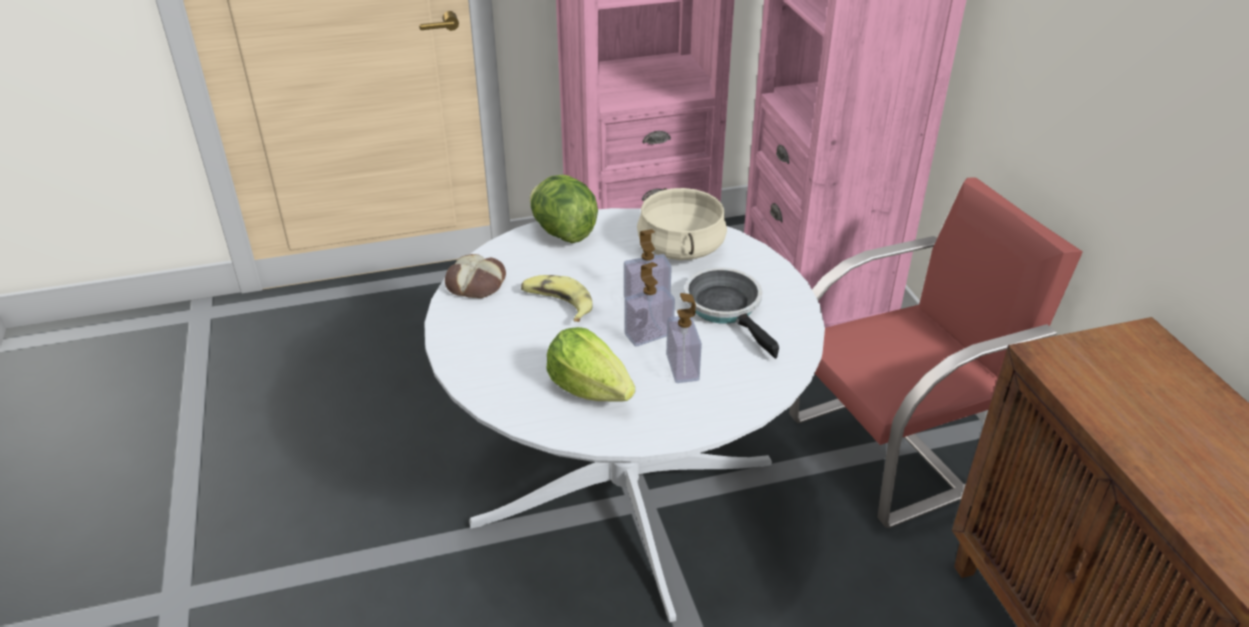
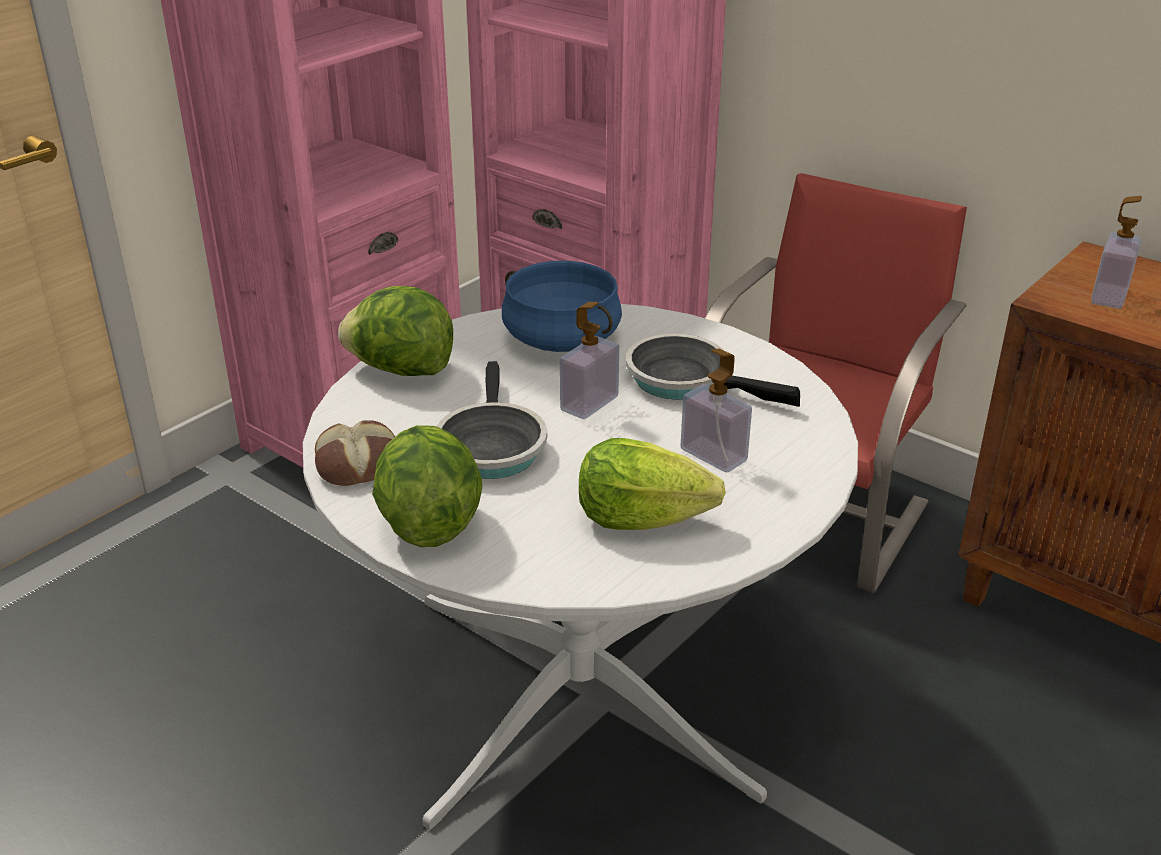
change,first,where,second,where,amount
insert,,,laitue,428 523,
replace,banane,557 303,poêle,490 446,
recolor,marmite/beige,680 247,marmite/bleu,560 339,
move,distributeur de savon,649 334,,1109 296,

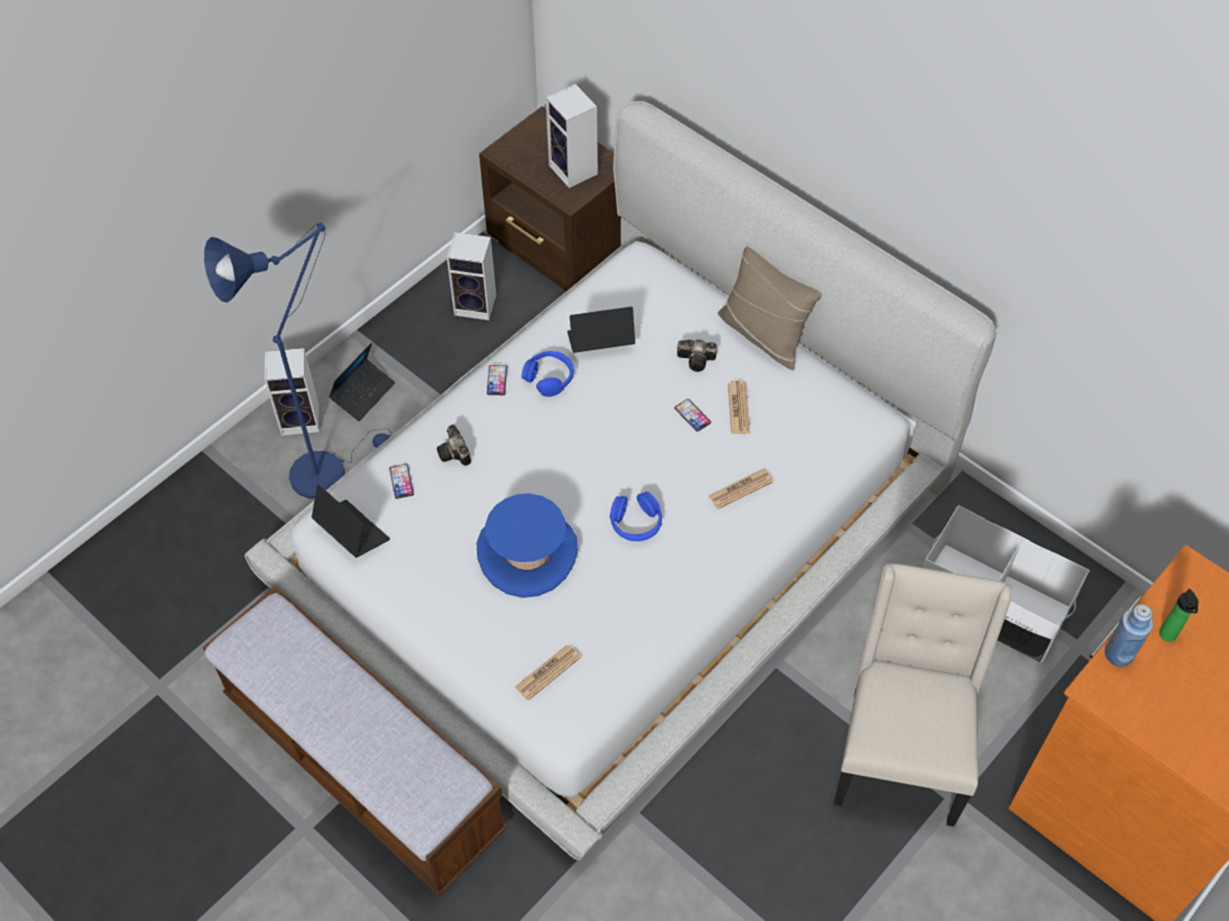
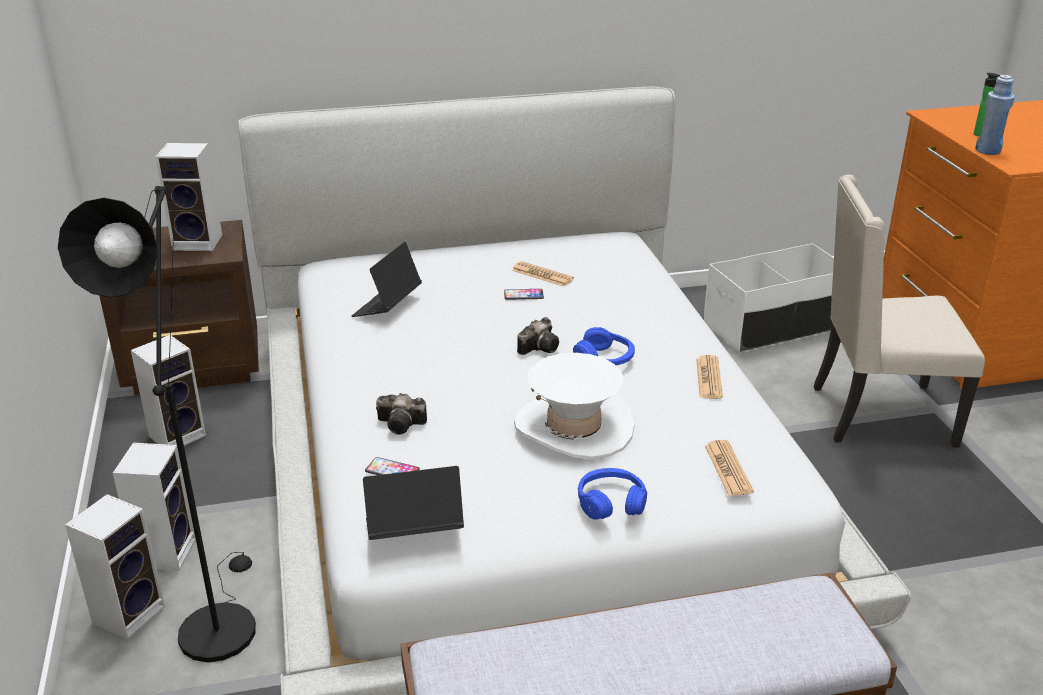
change,first,where,second,where,amount
recolor,lampadaire/bleu,326 468,lampadaire/noir,218 622,
replace,ordinateur portable,363 393,enceinte,166 551,
recolor,chapeau/bleu,527 553,chapeau/blanc,573 427,
move,appareil photo,698 360,,540 347,
move,casque audio/bleu,549 378,,611 503,
move,journal,740 489,,709 378,
rotate,chaise/beige,899 753,,878 415,45 degrees counterclockwise
delete,téléphone,497 380,,,
delete,coussin/beige,764 335,,,

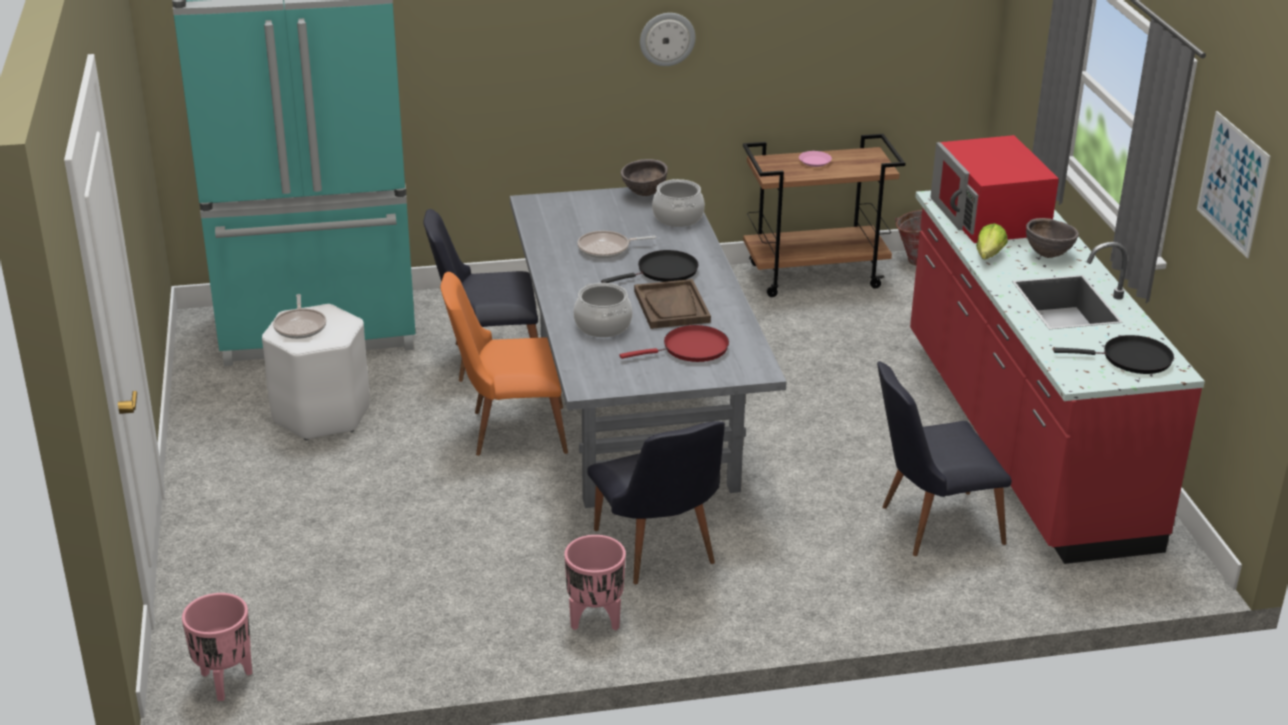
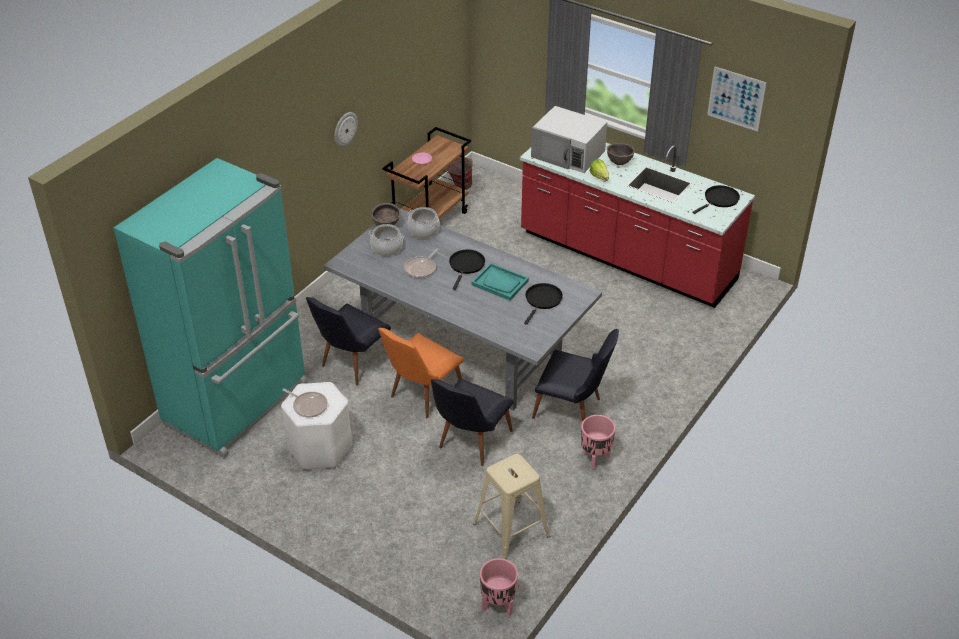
change,first,where,second,where,amount
move,marmite,602 326,,386 248,
move,chaise/noir,929 524,,470 443,
recolor,plateau/marron,672 306,plateau/turquoise,500 283,
insert,,,tabouret/beige,510 529,
recolor,poêle/rouge,691 349,poêle/noir,542 300,
recolor,micro-ondes/rouge,990 216,micro-ondes/blanc,568 154,

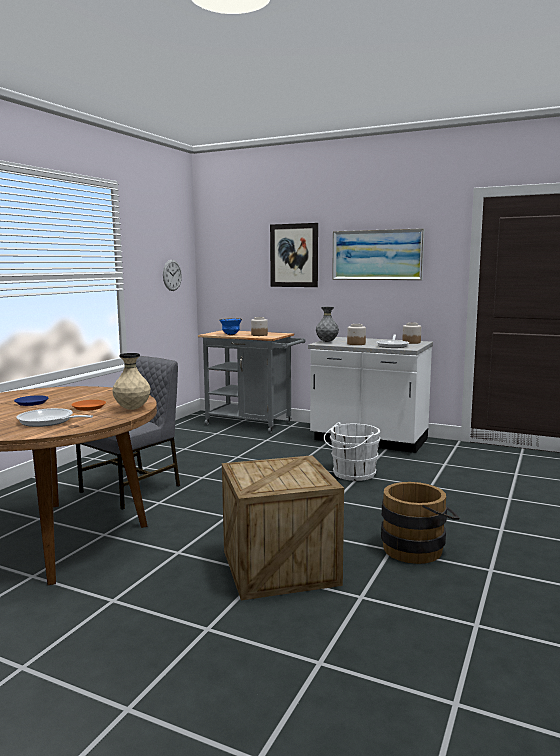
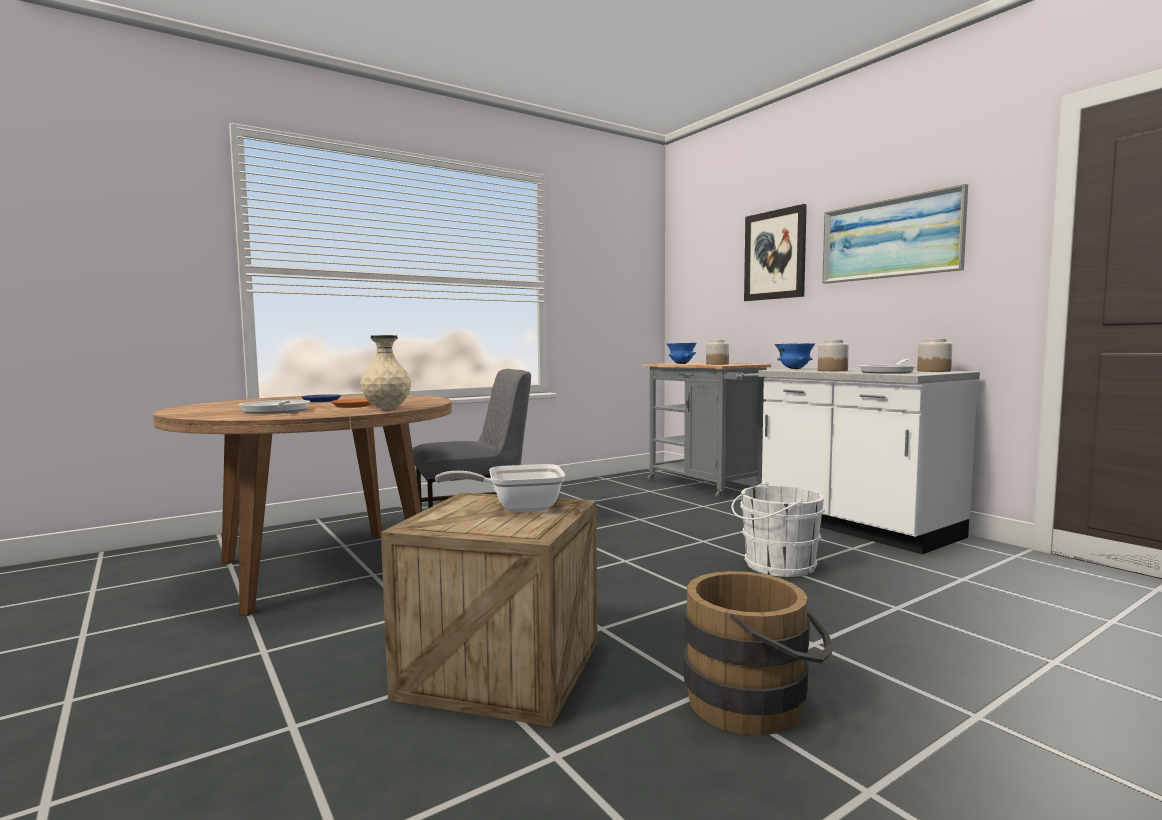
change,first,where,second,where,amount
insert,,,poêle,517 508,
replace,vase/gris,327 341,bol/bleu,794 369,
delete,horloge murale,172 275,,,

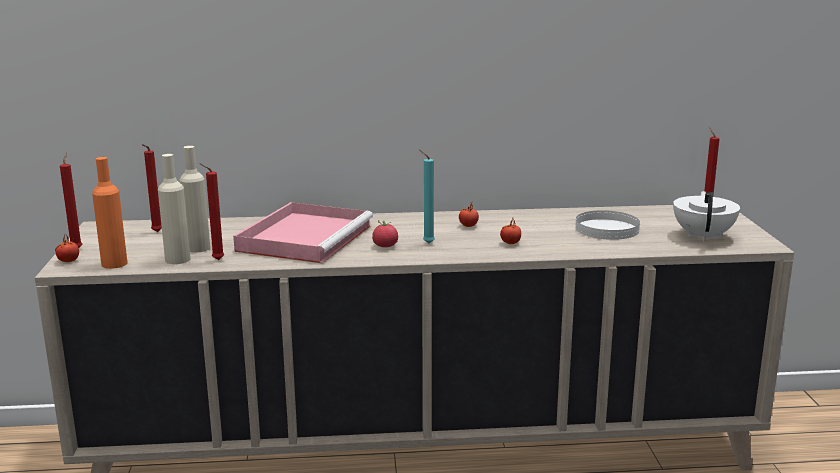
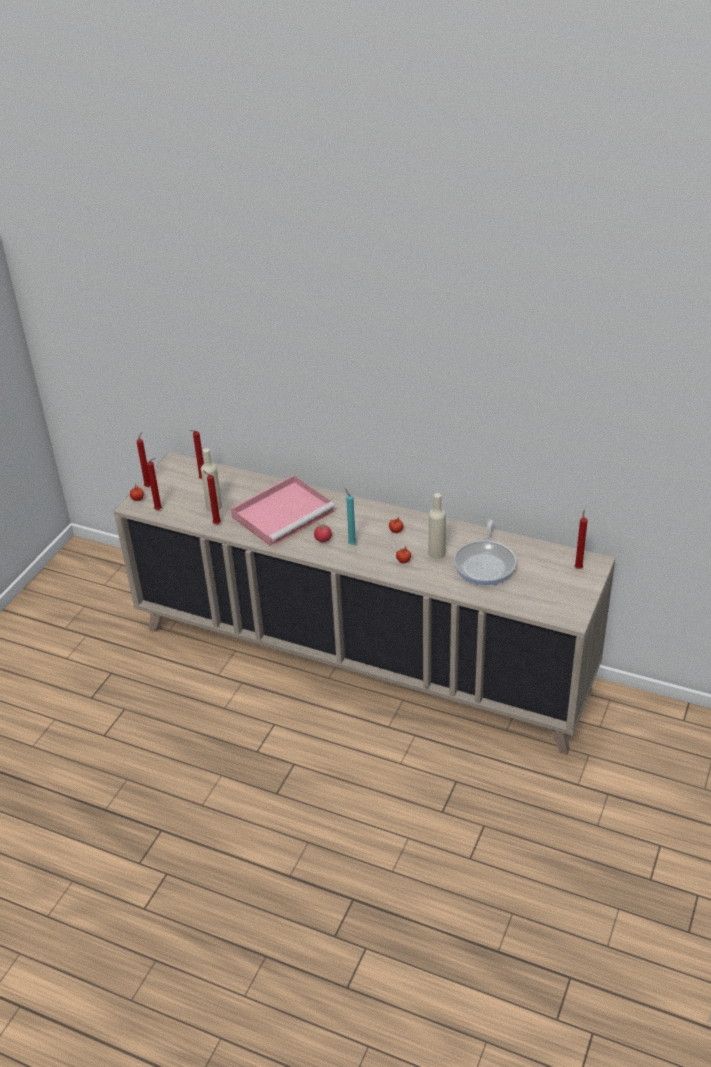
change,first,where,second,where,amount
replace,bouteille/orange,114 264,bougie/rouge,159 510,
move,bouteille/beige,177 259,,436 553,
replace,assiette/blanc,607 229,poêle,485 564,
delete,théière/blanc,703 236,,,

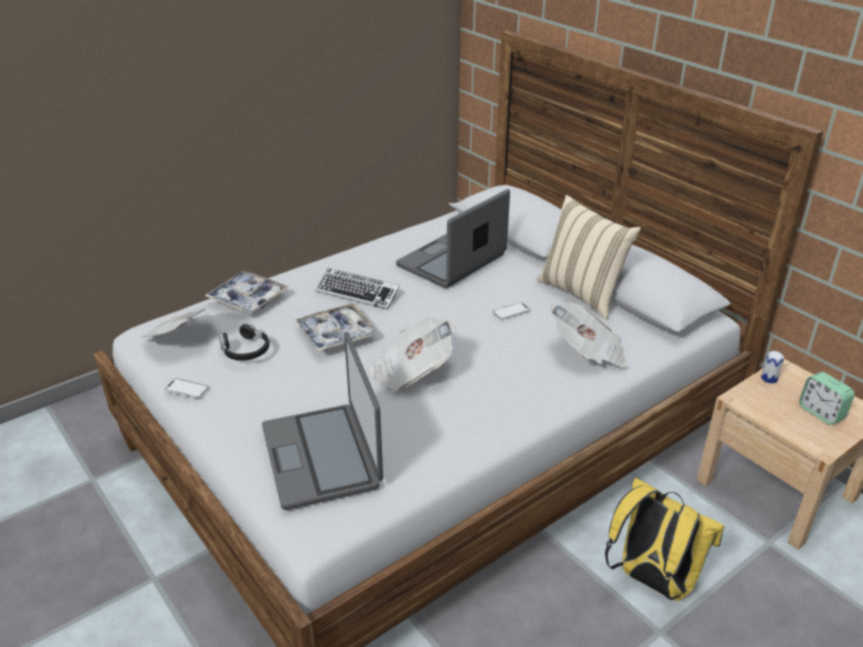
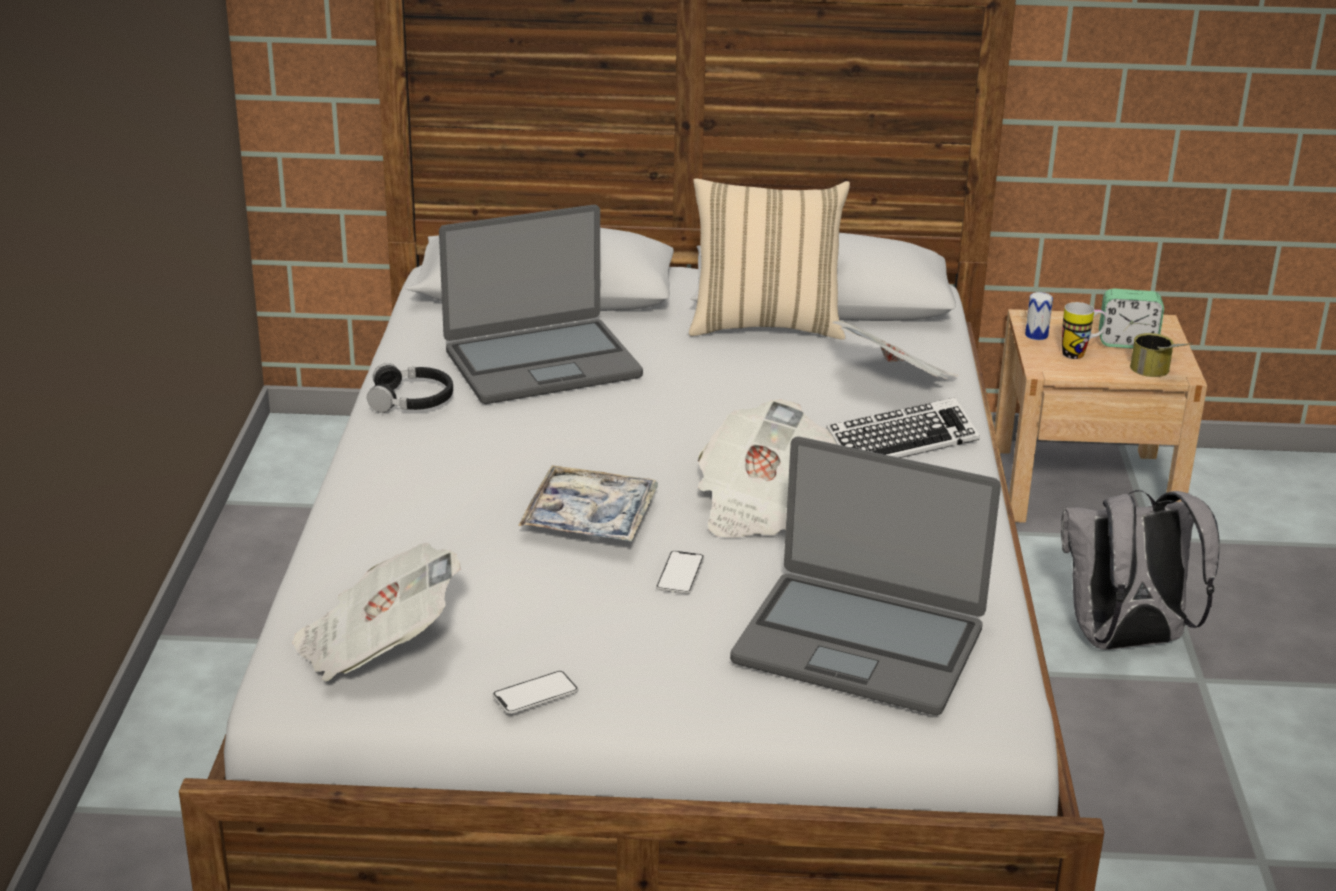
change,first,where,second,where,amount
move,casque audio/noir,245 350,,412 400,
rotate,ordinateur portable,452 261,,541 363,105 degrees counterclockwise
move,téléphone,511 312,,680 574,
move,clavier,357 293,,901 442,
recolor,sac à dos/jaune,651 581,sac à dos/gris,1124 641,
insert,,,mug,1080 354,
insert,,,boîte métallique,1157 373,
delete,plateau,247 298,,,

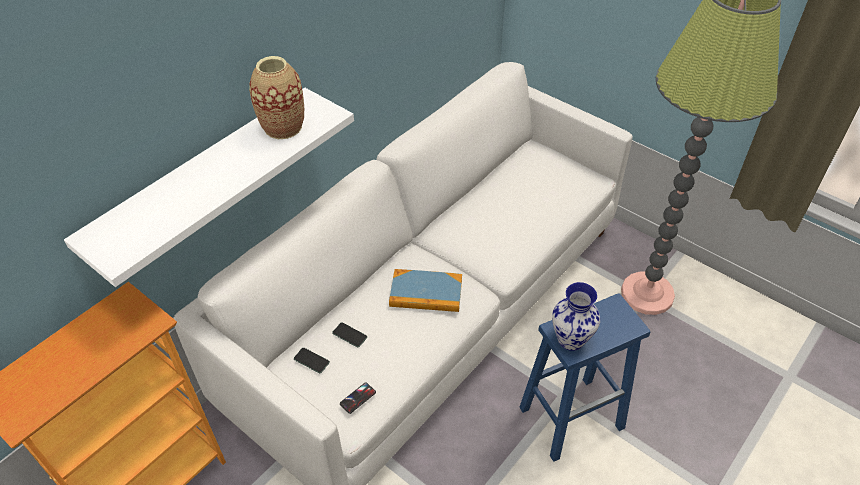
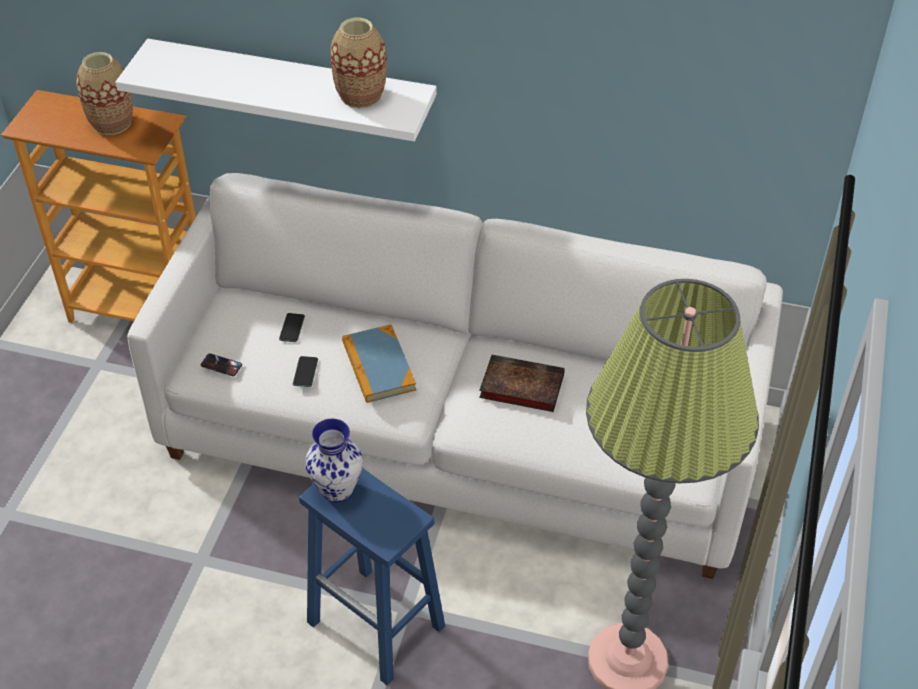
change,first,where,second,where,amount
insert,,,vase,112 123,
move,téléphone,311 360,,305 372,
insert,,,livre,519 387,

